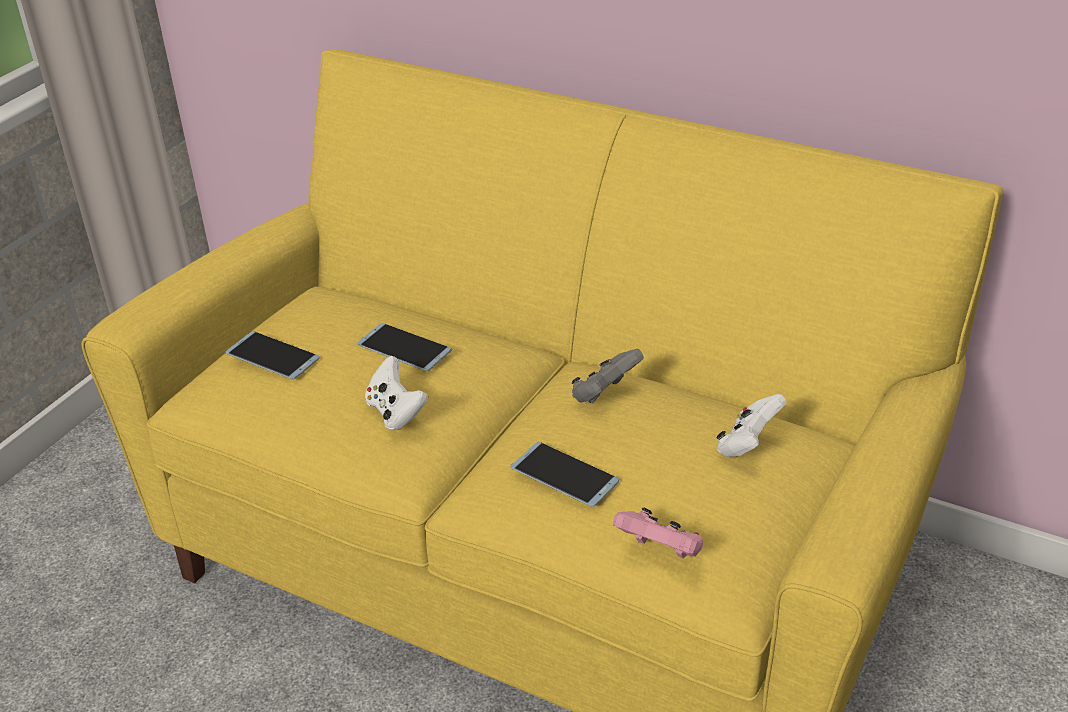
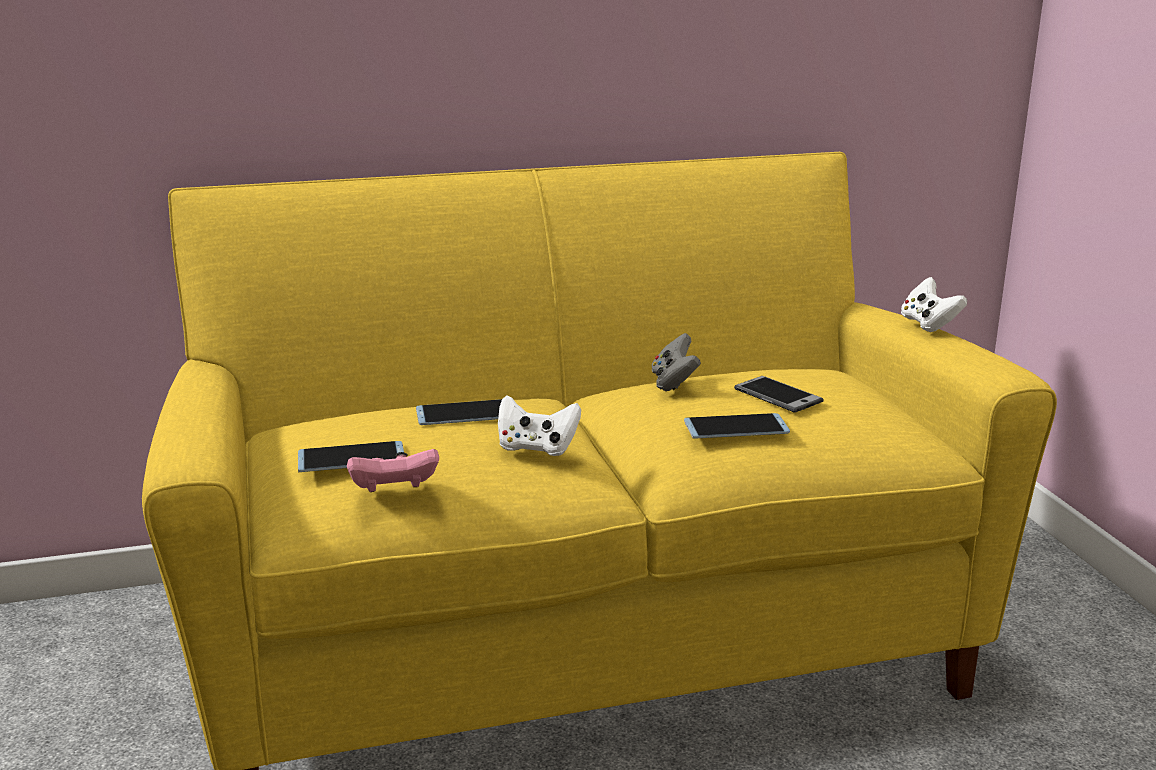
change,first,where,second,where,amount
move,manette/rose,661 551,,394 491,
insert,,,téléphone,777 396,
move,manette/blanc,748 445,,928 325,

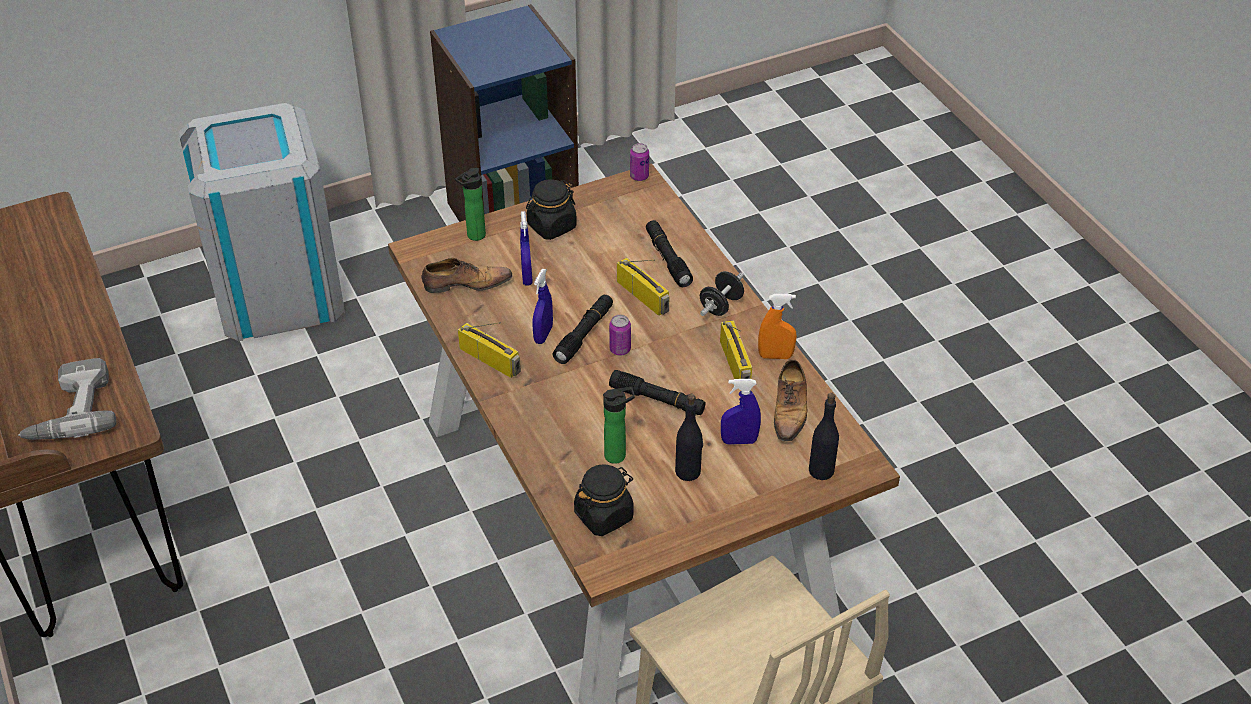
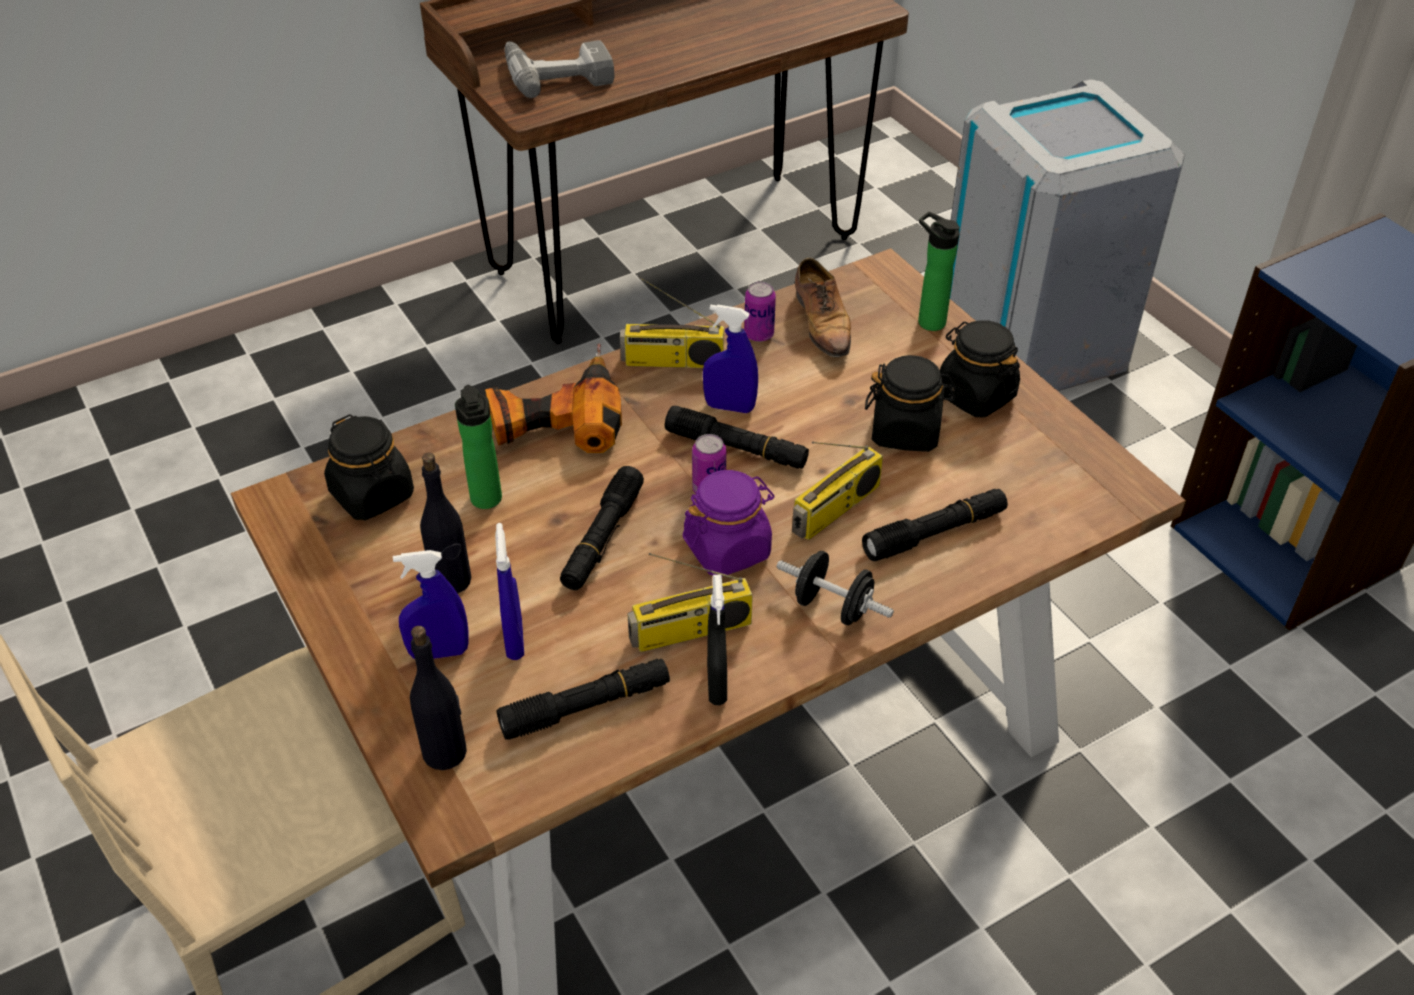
change,first,where,second,where,amount
move,vaporisateur/bleu,527 277,,439 652,
insert,,,perceuse,555 415,
replace,chaussure,790 410,lampe de poche/noir,586 707,
rotate,radio,491 359,,672 362,60 degrees clockwise
insert,,,bocal/violet,728 549,
recolor,vaporisateur/orange,775 356,vaporisateur/noir,717 685,
move,boîte métallique,639 176,,759 334,
insert,,,bocal/noir,905 431,

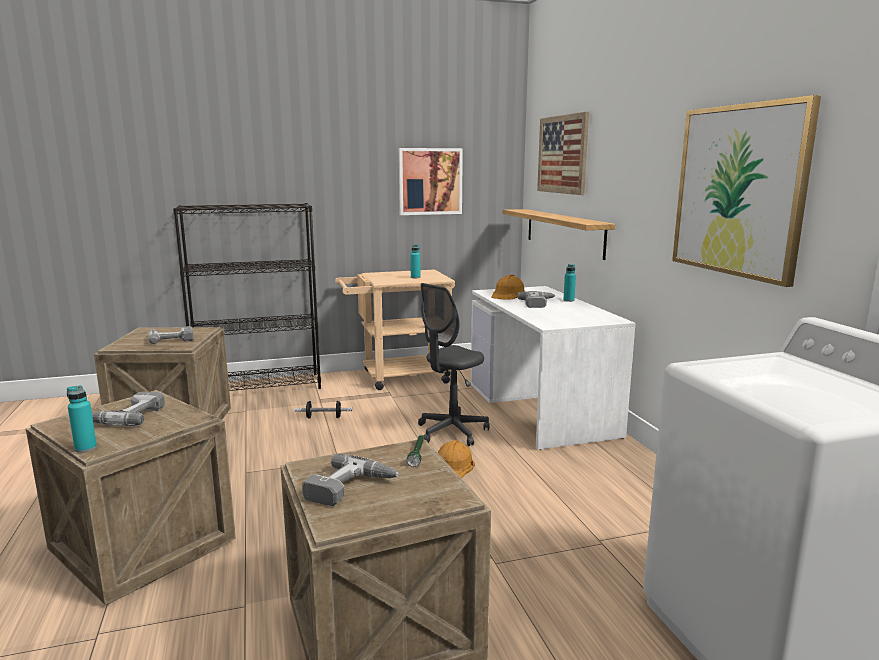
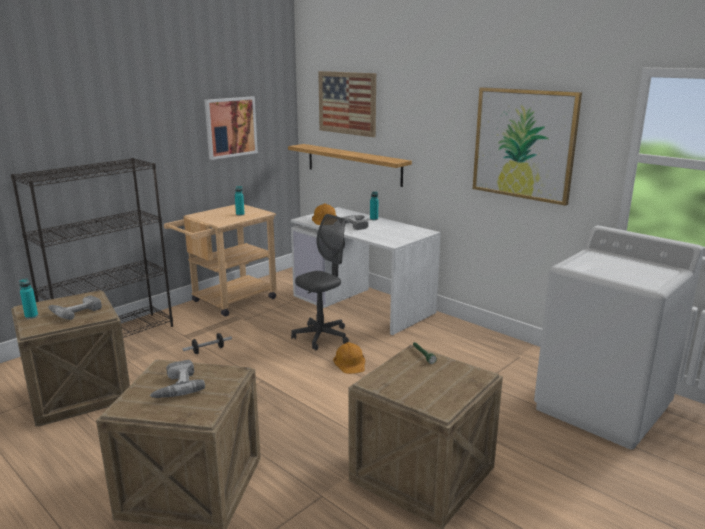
change,first,where,second,where,amount
move,bouteille/turquoise,85 448,,31 316,
rotate,chaise de bureau/gris,452 432,,321 337,150 degrees counterclockwise
delete,perceuse,351 489,,,

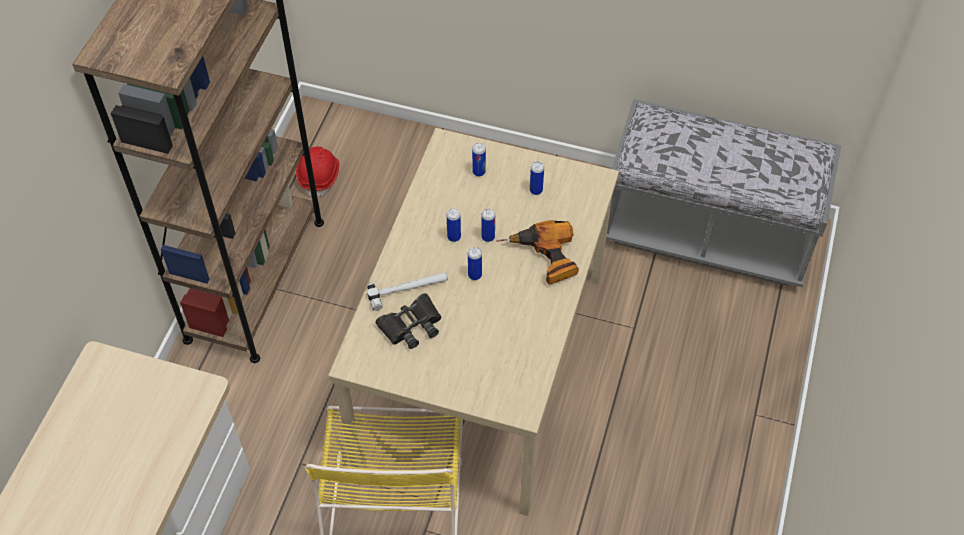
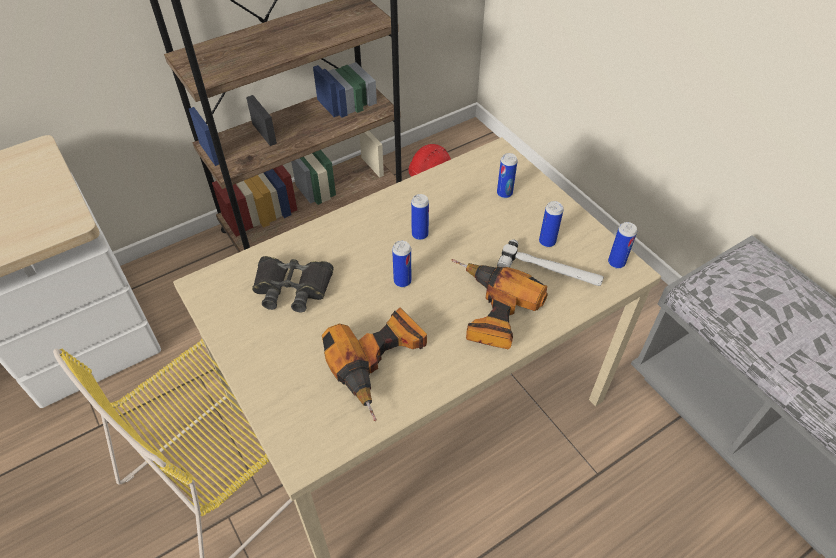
change,first,where,second,where,amount
insert,,,perceuse,380 363,
move,marteau,408 290,,550 271,
move,boîte métallique,488 237,,616 262,

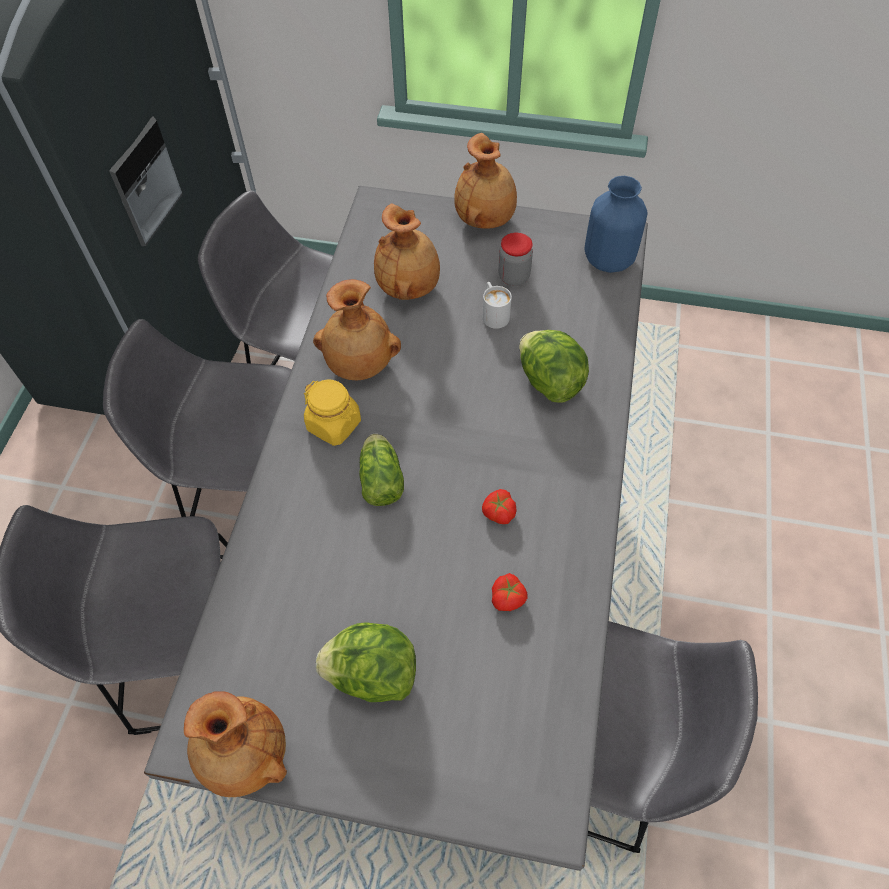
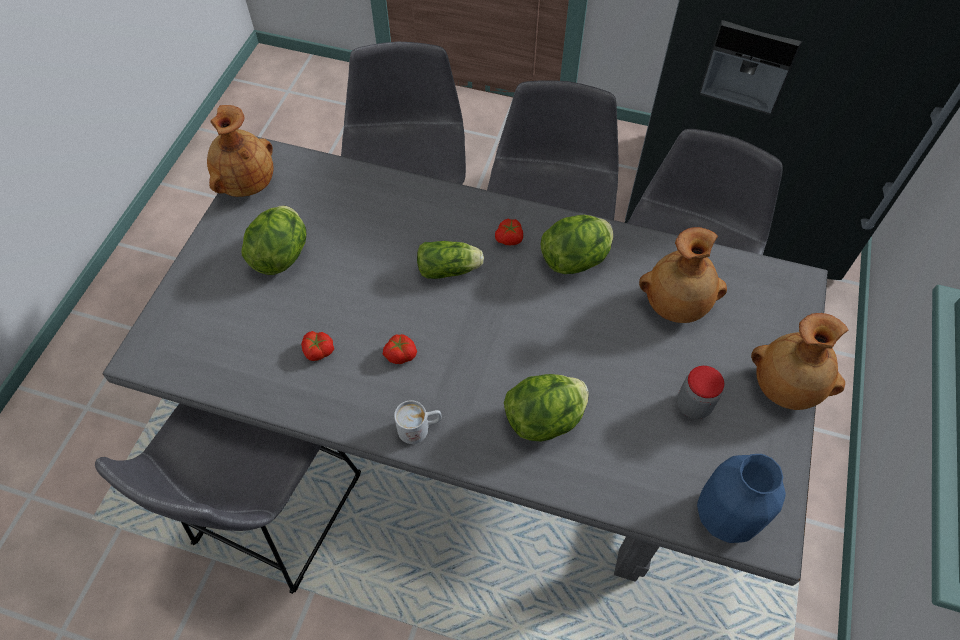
change,first,where,second,where,amount
move,mug/blanc,493 313,,420 428,
replace,bocal/jaune,334 425,tomate,510 239,
replace,vase/marron,359 365,laitue,575 259,

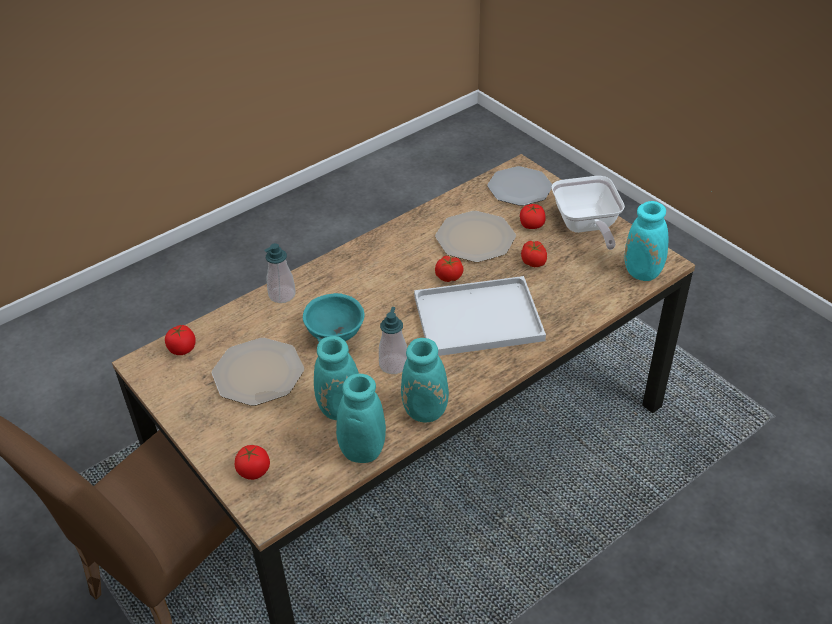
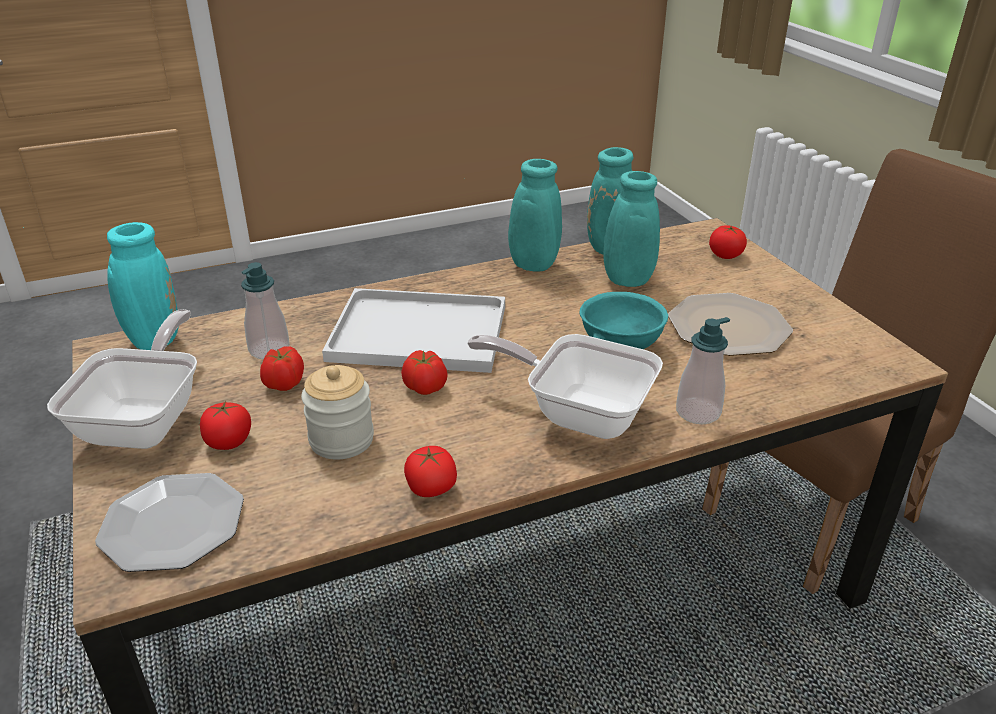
change,first,where,second,where,amount
move,distributeur de savon,393 364,,269 350,
replace,assiette,474 238,bocal,341 440,
move,tomate,182 349,,431 488,
insert,,,poêle,578 412,

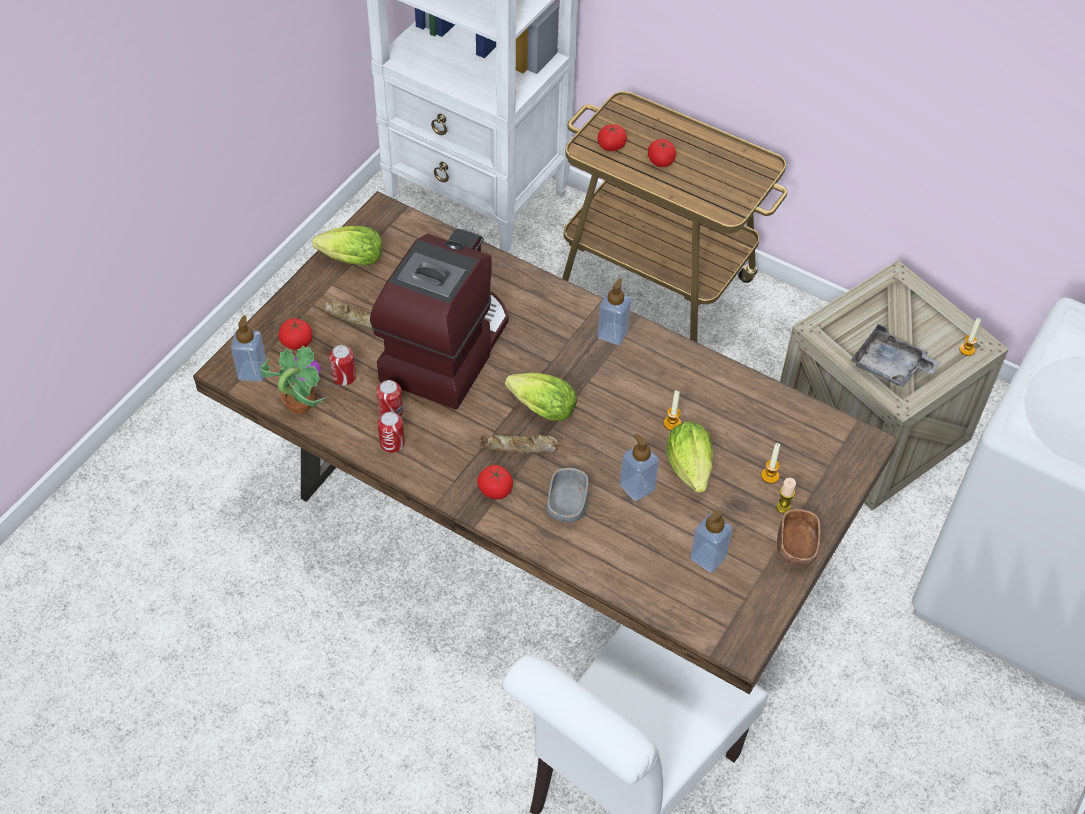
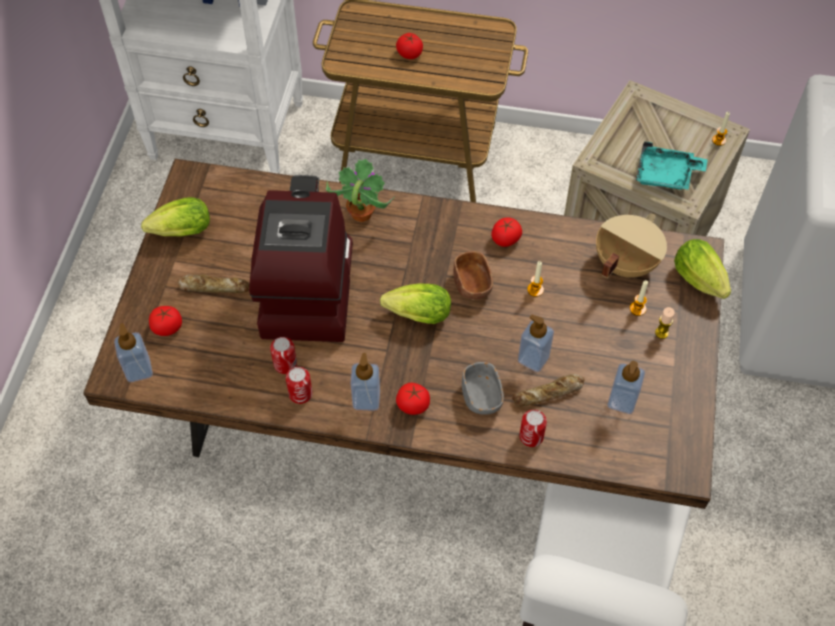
change,first,where,second,where,amount
move,plante en pot,299 405,,360 214,
move,distributeur de savon,612 334,,366 399,
move,bol/marron,796 548,,472 285,
move,tomate,611 146,,505 239,
move,pain,520 447,,548 394,
move,boîte métallique,344 377,,531 436,
insert,,,marmite/beige,624 263,
recolor,plateau/gris,890 367,plateau/turquoise,666 175,
move,laitue,690 472,,701 282,

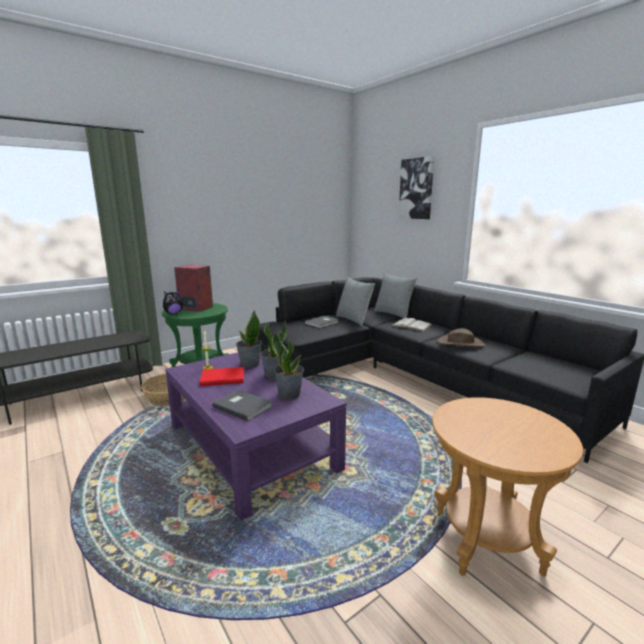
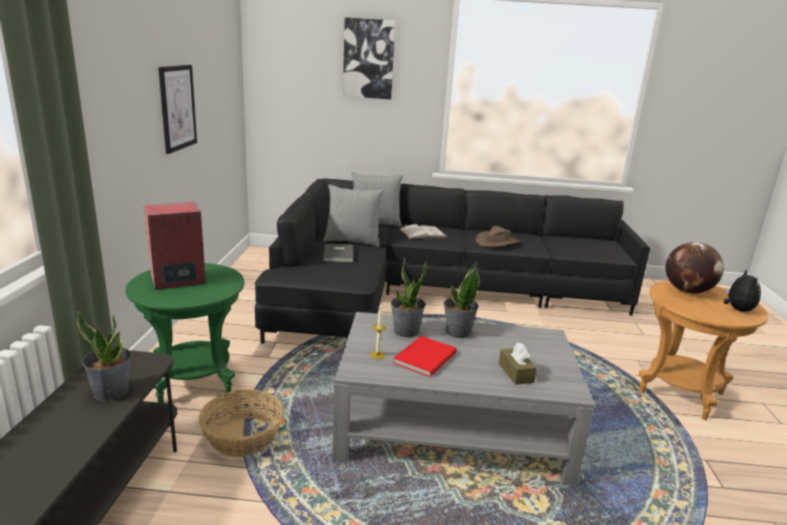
change,first,where,second,where,amount
move,plante en pot,289 394,,111 391,
insert,,,tableau,177 107,
recolor,table basse/violet,251 446,table basse/gris,453 428,
replace,livre/gris,243 406,boîte à mouchoirs/marron,515 373,
insert,,,globe,687 291,
move,peluche,173 313,,737 309,

